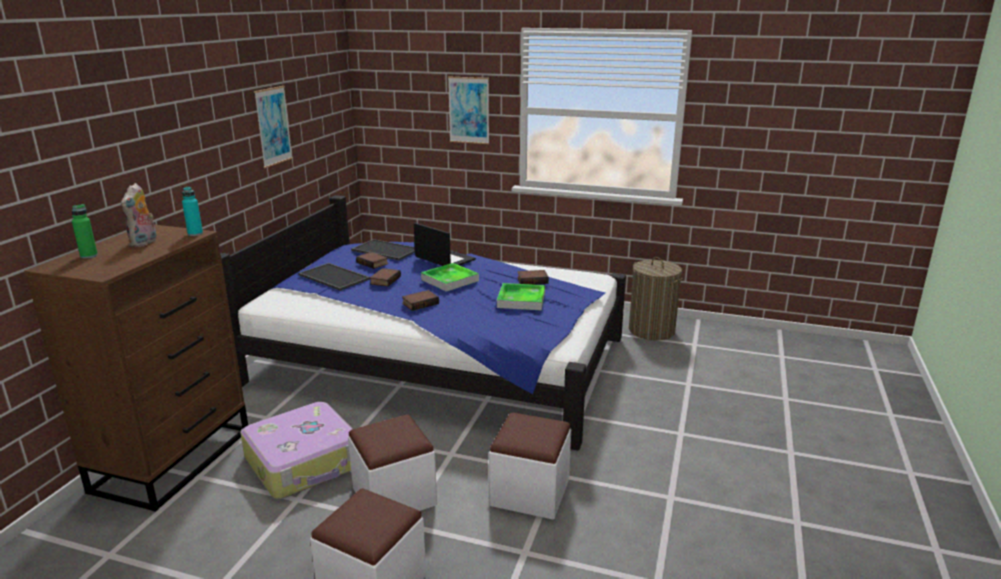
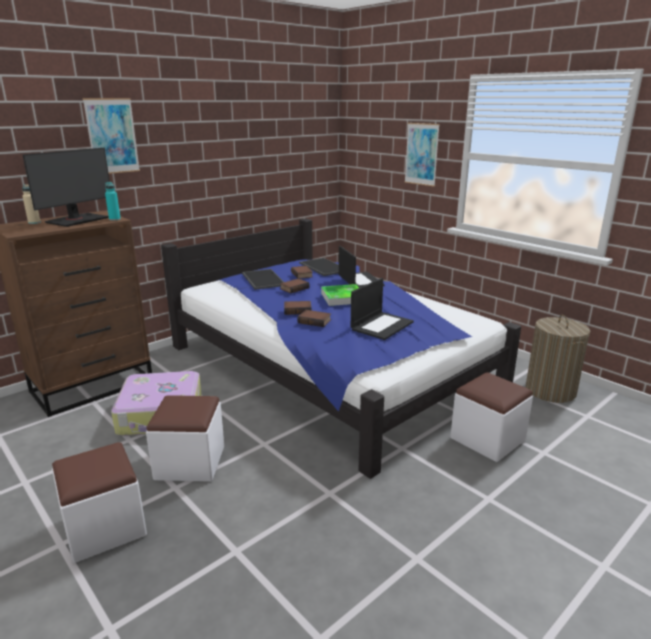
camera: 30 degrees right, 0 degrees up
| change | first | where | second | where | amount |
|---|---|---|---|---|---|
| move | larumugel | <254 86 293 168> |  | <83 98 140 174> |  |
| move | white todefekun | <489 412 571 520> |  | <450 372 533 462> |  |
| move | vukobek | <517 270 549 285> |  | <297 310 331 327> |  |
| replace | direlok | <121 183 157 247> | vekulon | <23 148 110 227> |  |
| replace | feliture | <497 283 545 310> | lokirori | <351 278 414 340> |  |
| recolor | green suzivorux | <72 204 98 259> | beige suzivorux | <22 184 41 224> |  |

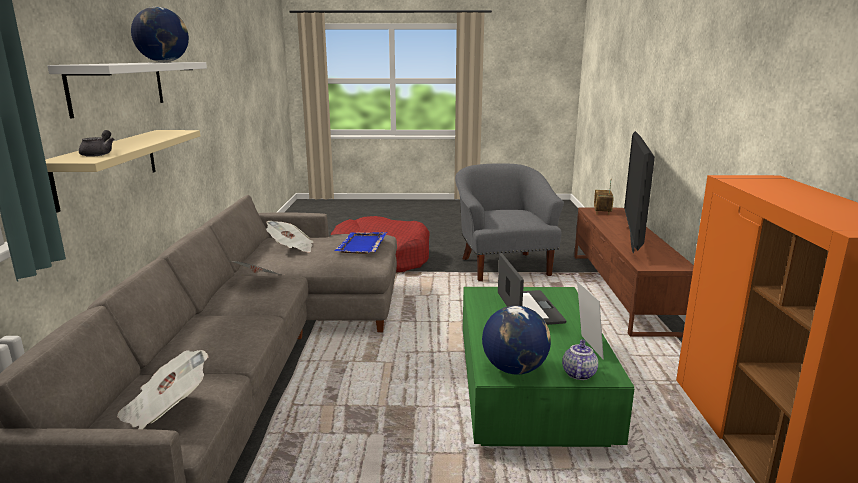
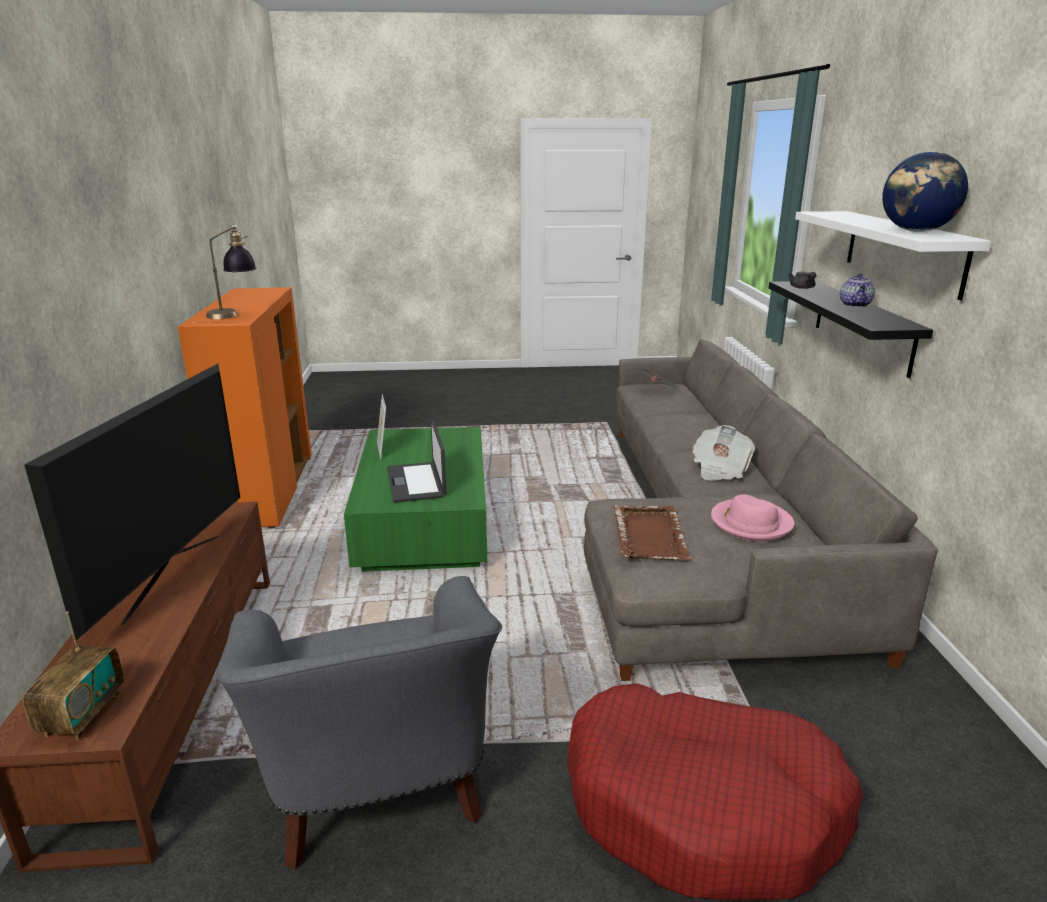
camera: 175 degrees right, 5 degrees up
| change | first | where | second | where | amount |
|---|---|---|---|---|---|
| delete | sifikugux | <482 305 551 375> |  |  |  |
| insert |  |  | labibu | <206 225 257 319> |  |
| move | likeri | <562 339 598 380> |  | <840 273 875 307> |  |
| replace | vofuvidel | <266 221 314 252> | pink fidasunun | <711 495 794 541> |  |
| recolor | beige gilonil | <45 130 200 212> | black gilonil | <769 281 933 378> |  |
| recolor | blue feliture | <334 232 387 254> | brown feliture | <613 505 692 560> |  |

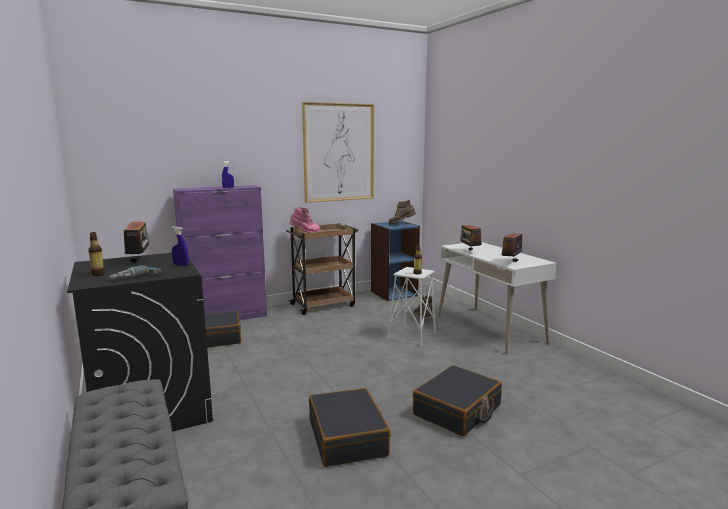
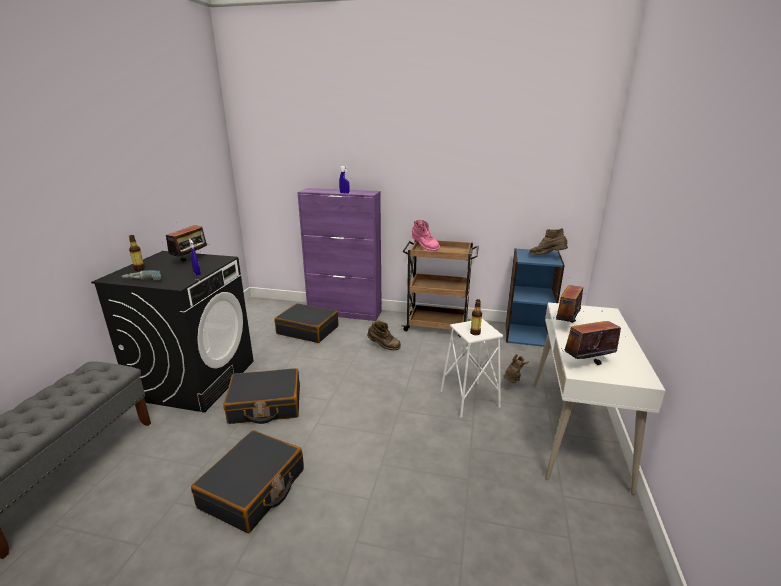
camera: 40 degrees right, 10 degrees up
| change | first | where | second | where | amount |
|---|---|---|---|---|---|
| delete | larumugel | <302 102 374 203> |  |  |  |
| insert |  |  | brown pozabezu | <367 321 401 350> |  |
| move | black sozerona | <413 365 502 436> |  | <223 368 300 424> |  |

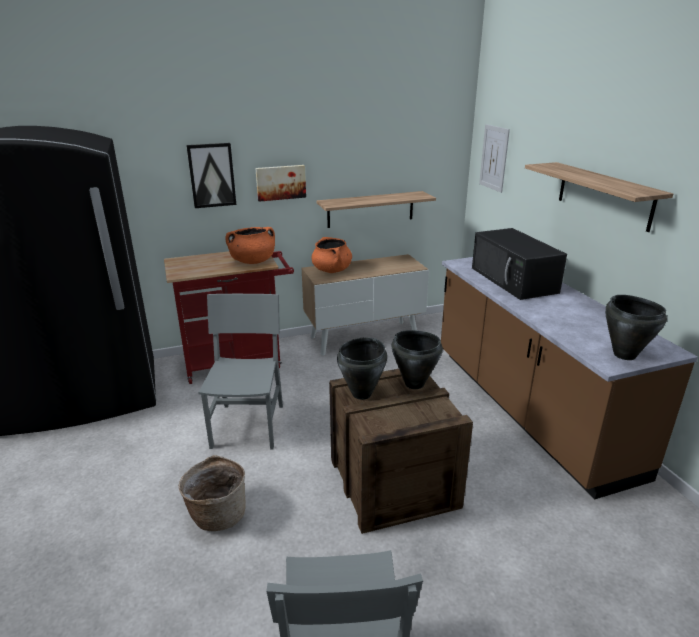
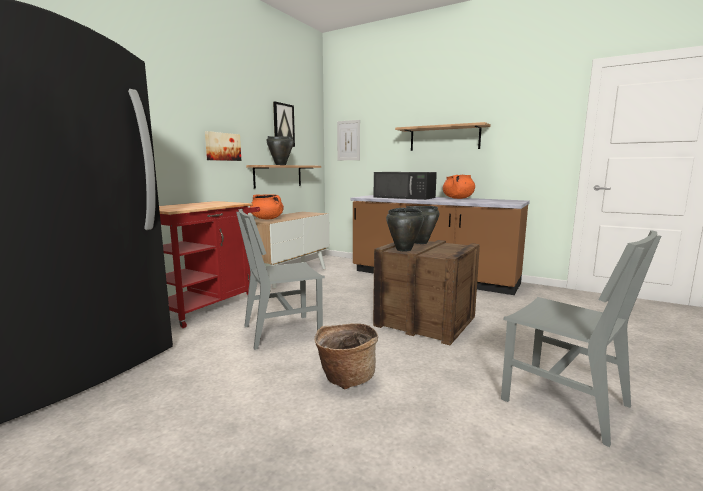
camera: 40 degrees left, 15 degrees down
| change | first | where | second | where | amount |
|---|---|---|---|---|---|
| move | larumugel | <186 143 236 208> |  | <273 102 295 147> |  |
| move | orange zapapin | <225 227 275 264> |  | <443 175 475 199> |  |
| move | black zapapin | <605 295 667 360> |  | <267 136 294 165> |  |
| rotate | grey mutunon | <198 294 283 449> |  | <236 209 325 350> | 75 degrees counterclockwise |

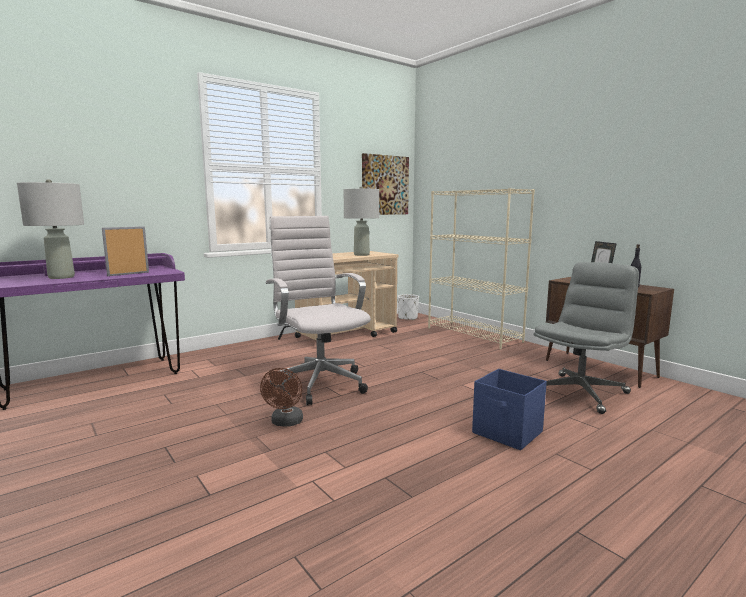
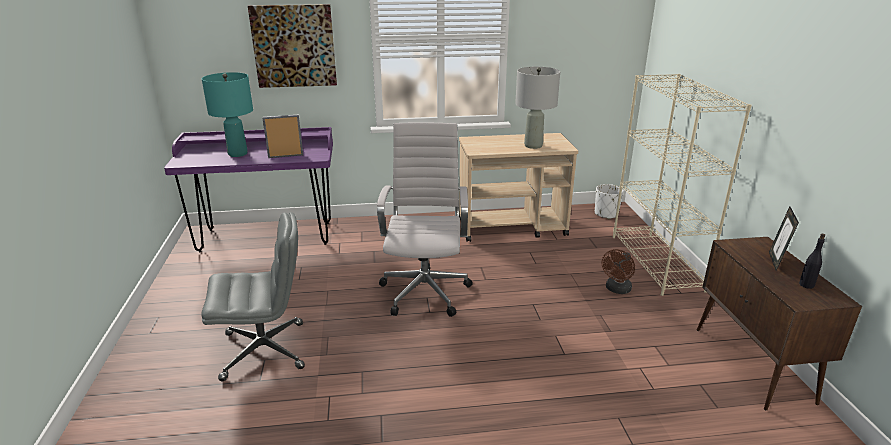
camera: 30 degrees right, 15 degrees up
| change | first | where | second | where | amount |
|---|---|---|---|---|---|
| delete | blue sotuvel | <472 369 547 450> |  |  |  |
| move | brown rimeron | <260 368 303 426> |  | <602 249 635 294> |  |
| move | larumugel | <362 153 409 215> |  | <248 4 337 88> |  |
| move | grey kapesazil | <534 262 639 414> |  | <201 212 305 381> |  |
| recolor | grey labibu | <17 179 84 279> | turquoise labibu | <202 72 253 157> |  |

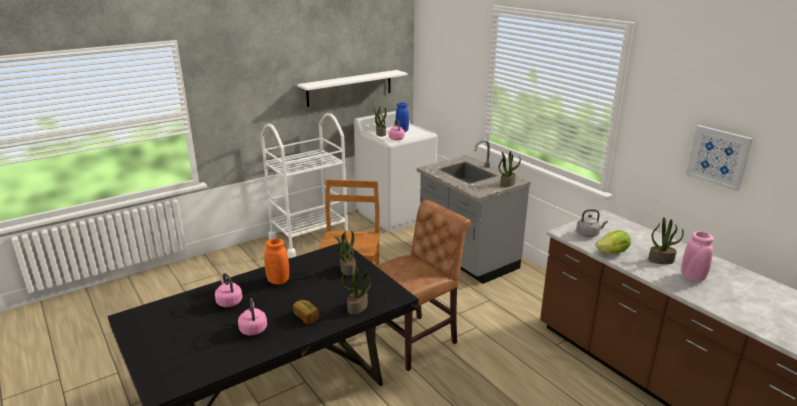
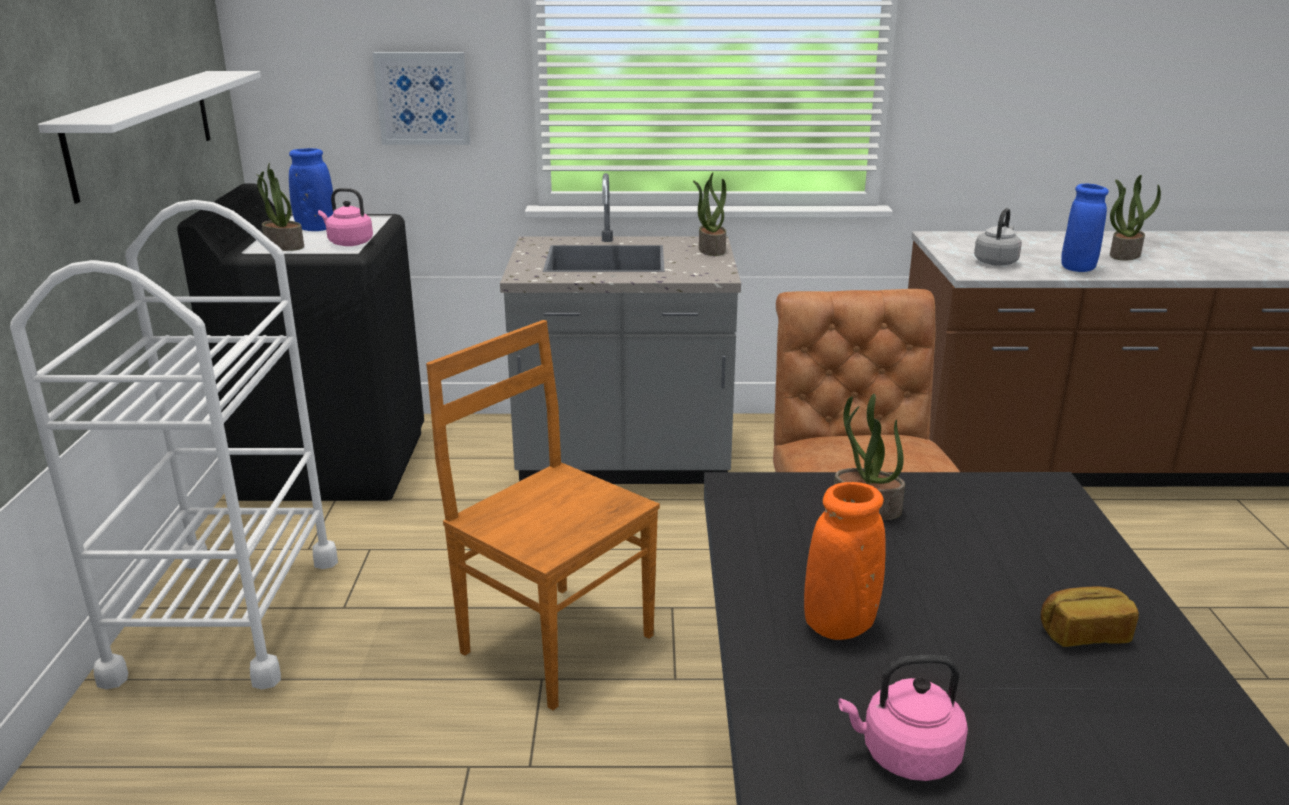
camera: 55 degrees left, 0 degrees up
| change | first | where | second | where | amount |
|---|---|---|---|---|---|
| delete | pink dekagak | <238 298 267 336> |  |  |  |
| delete | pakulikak | <341 266 372 315> |  |  |  |
| delete | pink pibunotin | <682 231 714 281> |  |  |  |
| move | larumugel | <686 125 753 191> |  | <373 52 470 145> |  |
| replace | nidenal | <595 230 631 254> | blue pibunotin | <1061 184 1109 272> |  |
| recolor | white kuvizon | <354 111 438 232> | black kuvizon | <177 184 424 501> |  |

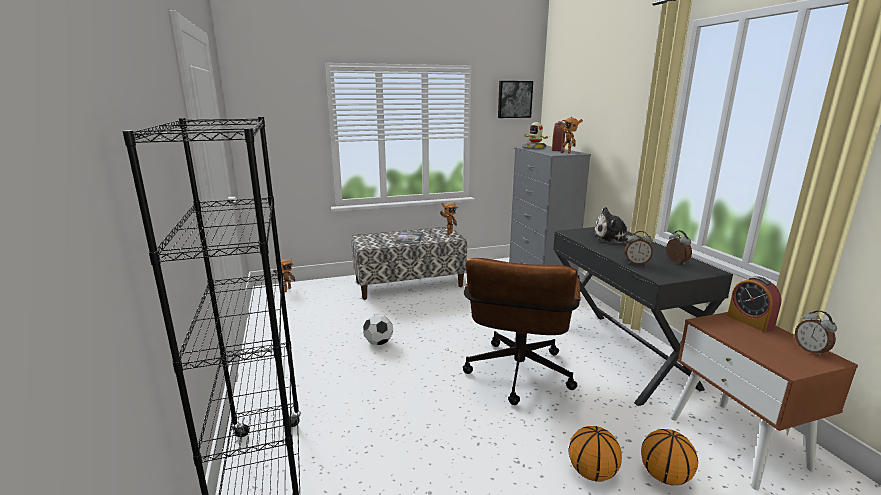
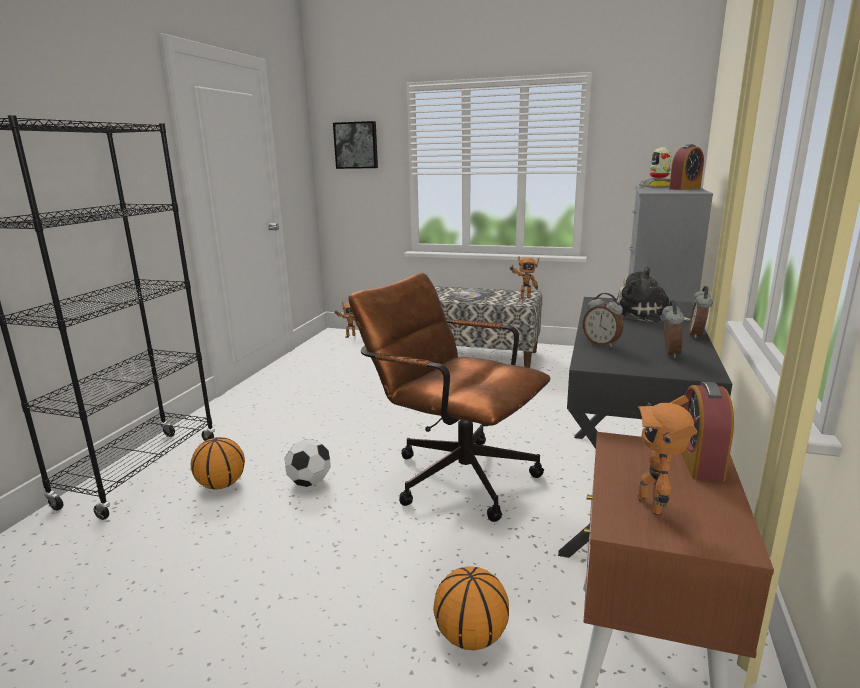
camera: 35 degrees right, 0 degrees up
| change | first | where | second | where | amount |
|---|---|---|---|---|---|
| move | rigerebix | <363 315 393 345> |  | <284 439 331 487> |  |
| move | larumugel | <498 81 533 118> |  | <333 121 378 169> |  |
| move | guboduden | <559 117 583 154> |  | <637 395 697 515> |  |
| move | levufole | <569 426 622 482> |  | <191 437 245 489> |  |
| move | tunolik | <795 311 837 356> |  | <689 286 713 339> |  |
| rotate | brown kapesazil | <463 258 580 405> |  | <348 273 550 522> | 75 degrees clockwise |

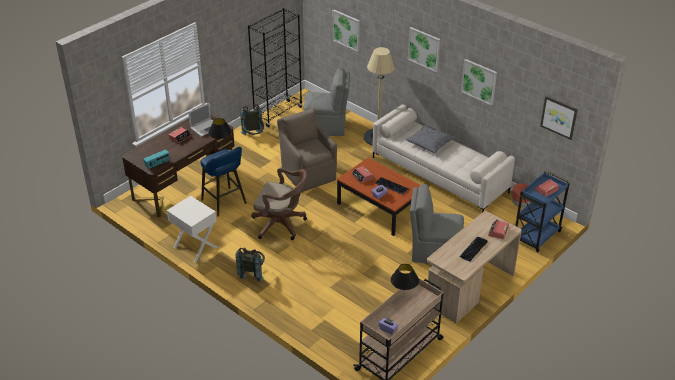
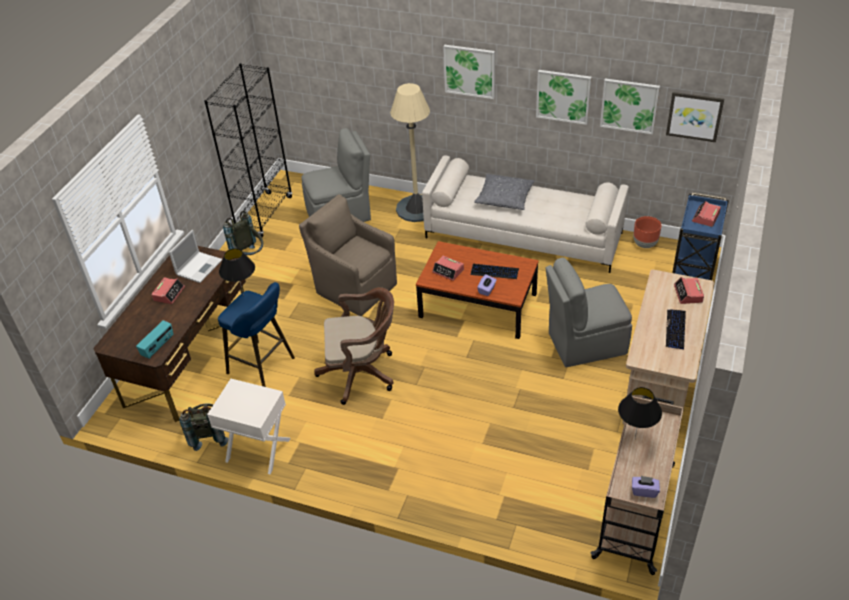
camera: 20 degrees left, 5 degrees up
| change | first | where | second | where | amount |
|---|---|---|---|---|---|
| move | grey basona | <235 248 265 282> |  | <179 403 228 451> |  |
| move | larumugel | <333 10 360 52> |  | <600 78 660 134> |  |

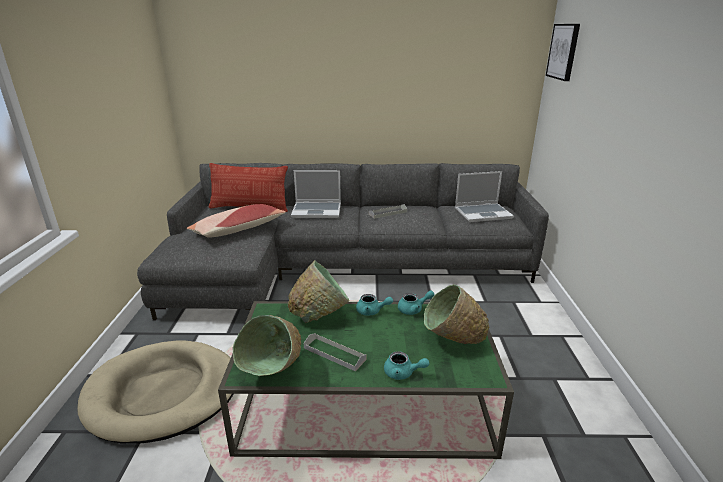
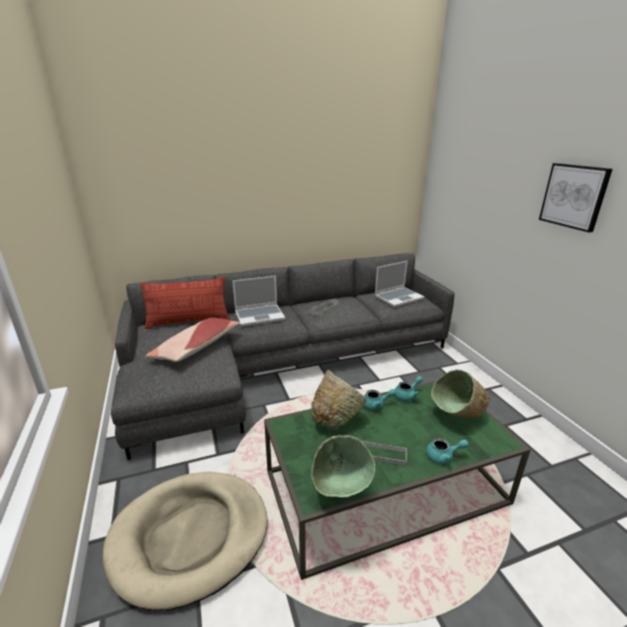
camera: 20 degrees left, 0 degrees up
| change | first | where | second | where | amount |
|---|---|---|---|---|---|
| move | larumugel | <546 24 580 81> |  | <539 163 612 233> |  |

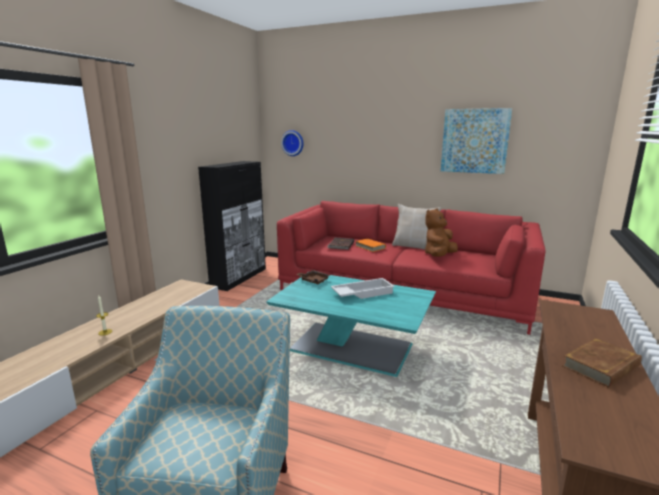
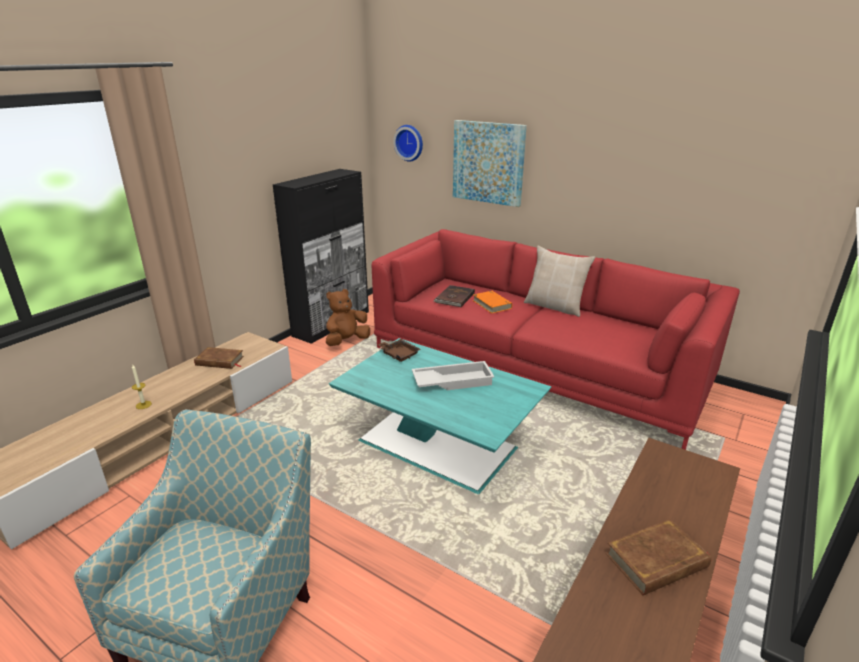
camera: 10 degrees right, 10 degrees up
| change | first | where | second | where | amount |
|---|---|---|---|---|---|
| insert |  |  | brown vukobek | <194 347 244 369> |  |
| move | brown direlok | <425 208 458 257> |  | <326 289 370 346> |  |
| move | larumugel | <441 108 512 174> |  | <453 120 527 207> |  |

